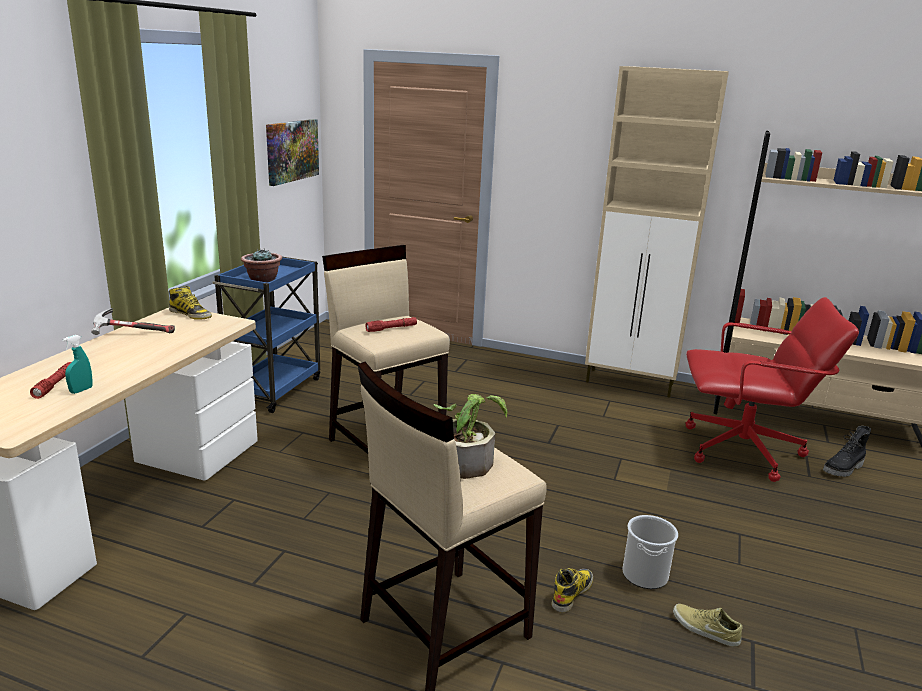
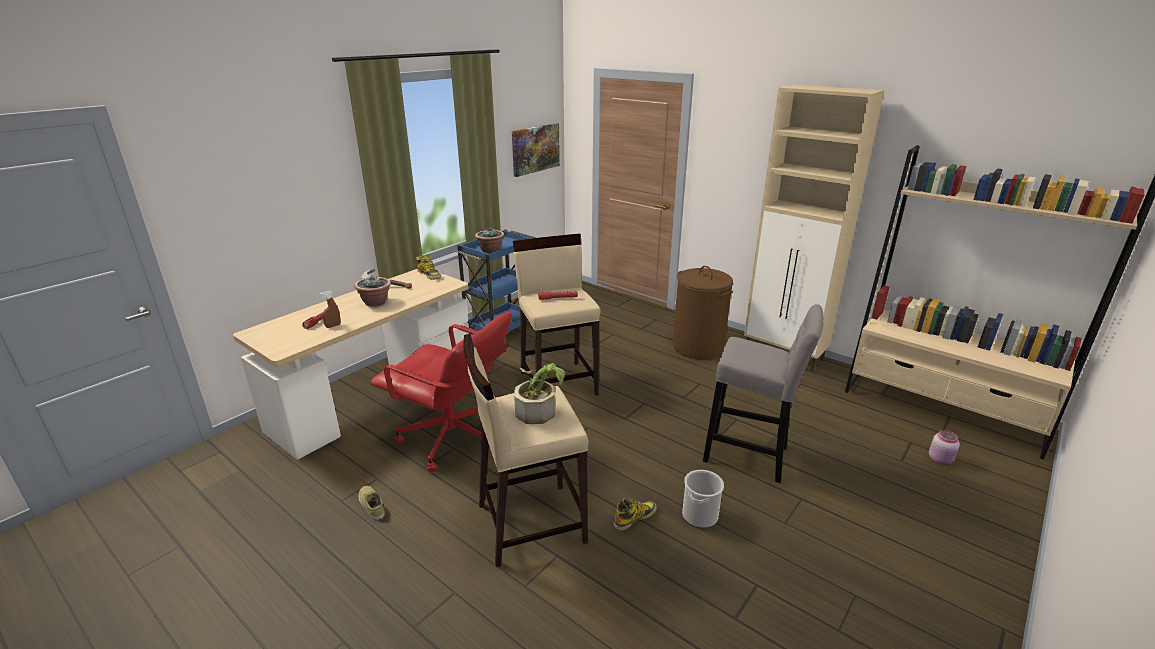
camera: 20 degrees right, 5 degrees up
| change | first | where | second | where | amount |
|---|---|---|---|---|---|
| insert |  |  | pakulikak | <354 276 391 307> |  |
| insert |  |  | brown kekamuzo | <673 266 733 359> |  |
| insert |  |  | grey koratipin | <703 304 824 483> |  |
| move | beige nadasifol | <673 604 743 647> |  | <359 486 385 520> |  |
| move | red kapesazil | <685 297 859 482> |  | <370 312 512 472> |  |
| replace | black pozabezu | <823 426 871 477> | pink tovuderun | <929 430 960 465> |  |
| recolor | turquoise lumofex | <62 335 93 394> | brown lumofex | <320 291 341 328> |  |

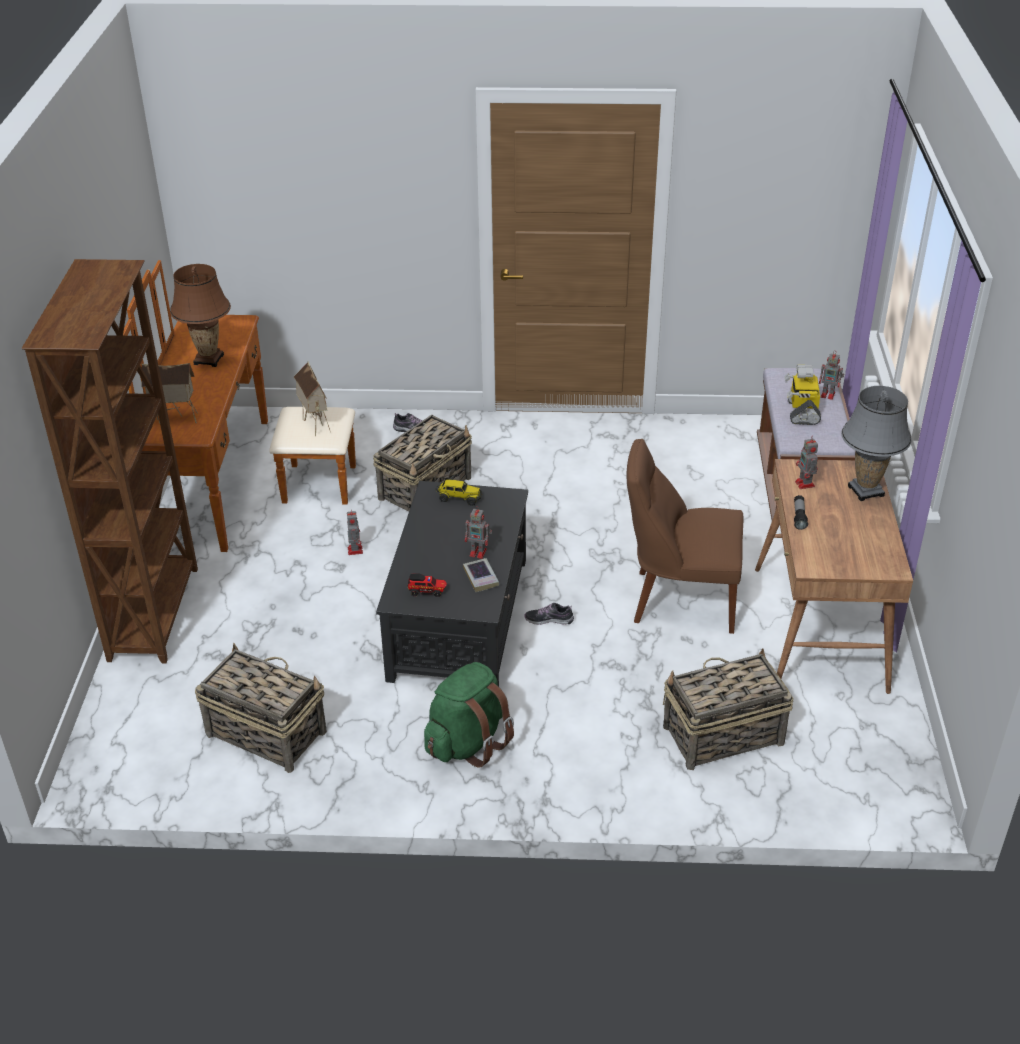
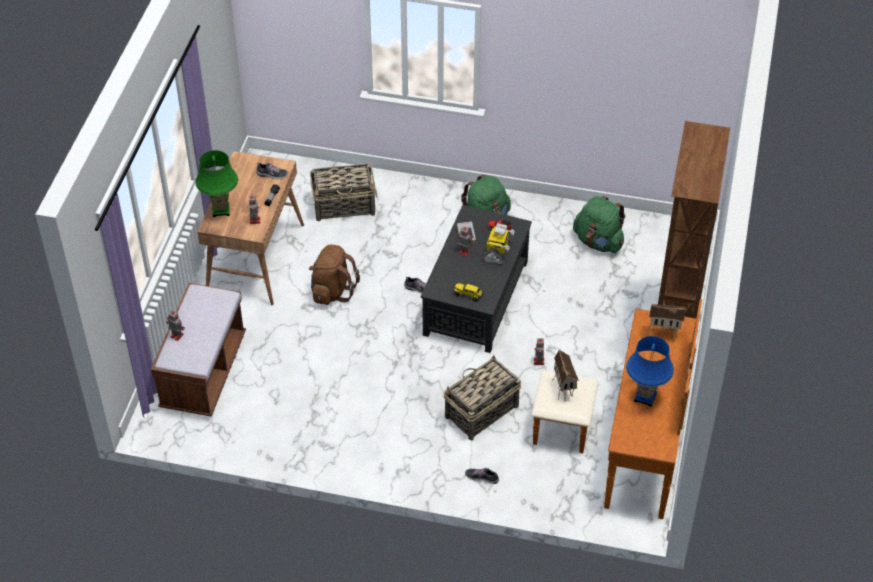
camera: 170 degrees left, 10 degrees up
| change | first | where | second | where | amount |
|---|---|---|---|---|---|
| insert |  |  | nadasifol | <256 163 288 179> |  |
| move | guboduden | <784 364 821 425> |  | <483 223 515 265> |  |
| replace | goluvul | <195 643 327 773> | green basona | <573 196 625 253> |  |
| replace | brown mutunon | <627 439 743 634> | brown basona | <309 245 360 305> |  |
| recolor | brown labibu | <170 264 231 367> | blue labibu | <626 336 674 407> |  |
| recolor | grey labibu | <841 386 912 501> | green labibu | <195 150 238 217> |  |

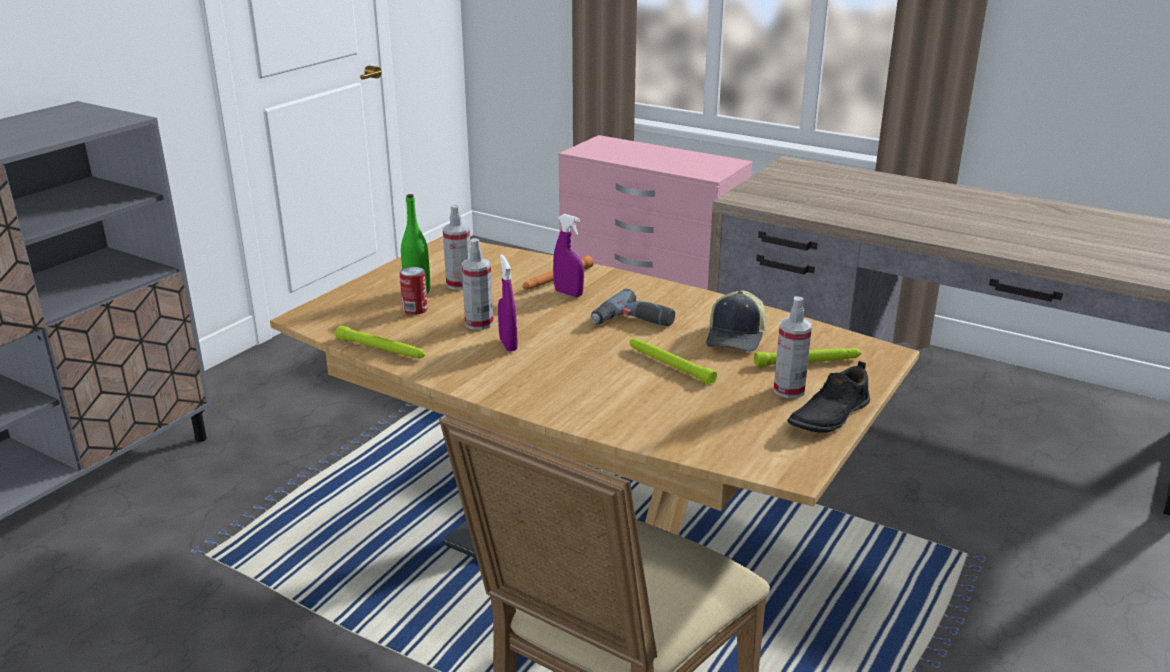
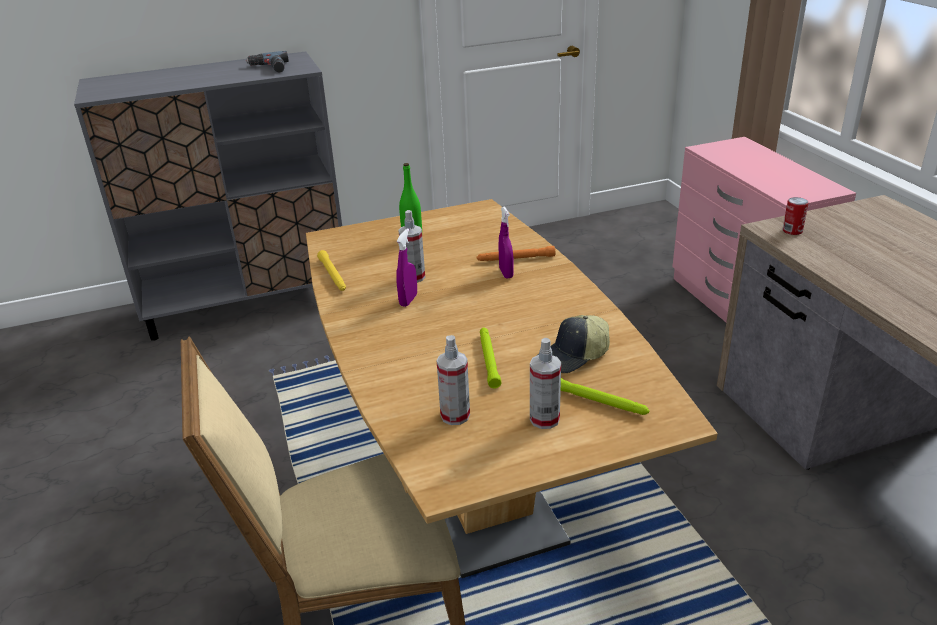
camera: 40 degrees right, 5 degrees up
| change | first | where | second | where | amount |
|---|---|---|---|---|---|
| delete | black nadasifol | <787 361 871 433> |  |  |  |
| move | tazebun | <400 267 428 315> |  | <782 197 809 235> |  |
| move | lumofex | <443 205 471 290> |  | <437 335 470 425> |  |
| move | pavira | <591 289 675 326> |  | <246 51 289 72> |  |
| recolor | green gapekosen | <335 326 426 358> | yellow gapekosen | <317 250 346 291> |  |

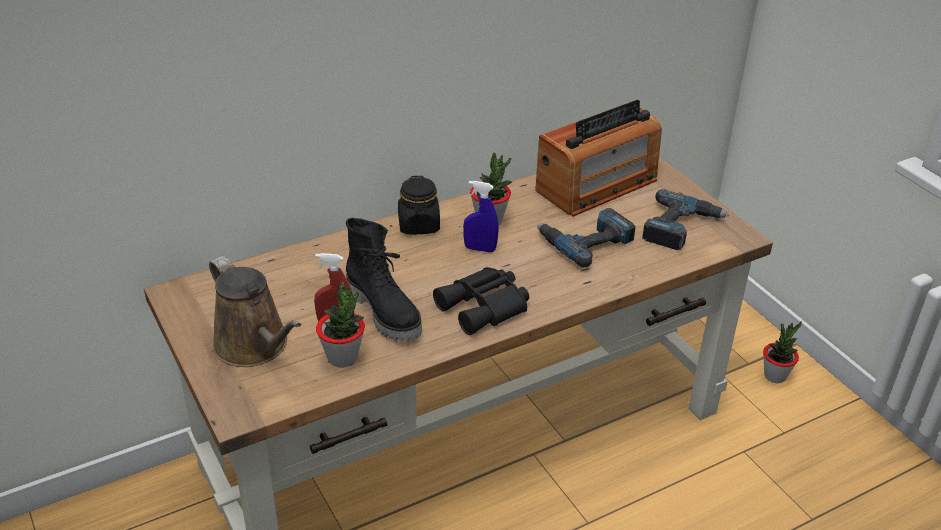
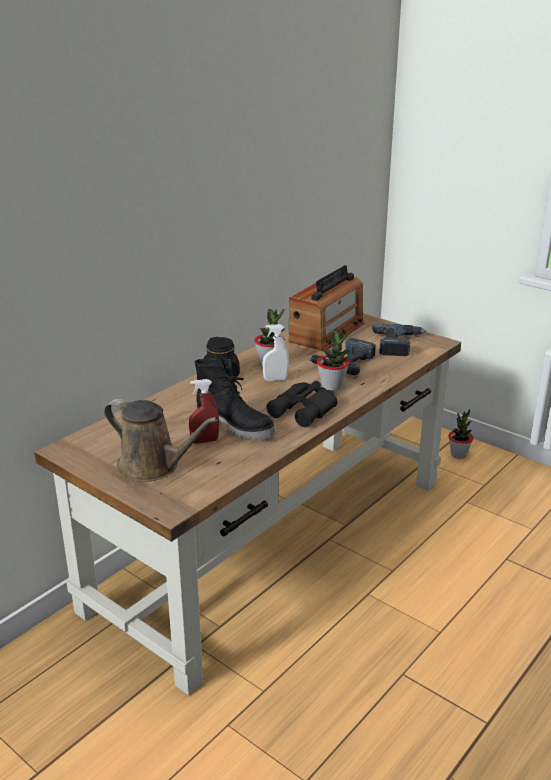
camera: 20 degrees left, 10 degrees down
| change | first | where | second | where | amount |
|---|---|---|---|---|---|
| move | pakulikak | <316 282 365 367> |  | <317 329 350 391> |  |
| recolor | blue lumofex | <463 181 498 253> | white lumofex | <262 324 289 381> |  |

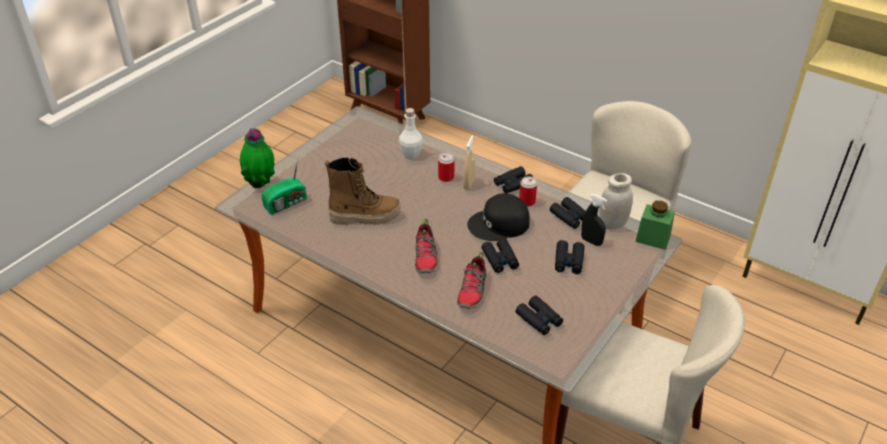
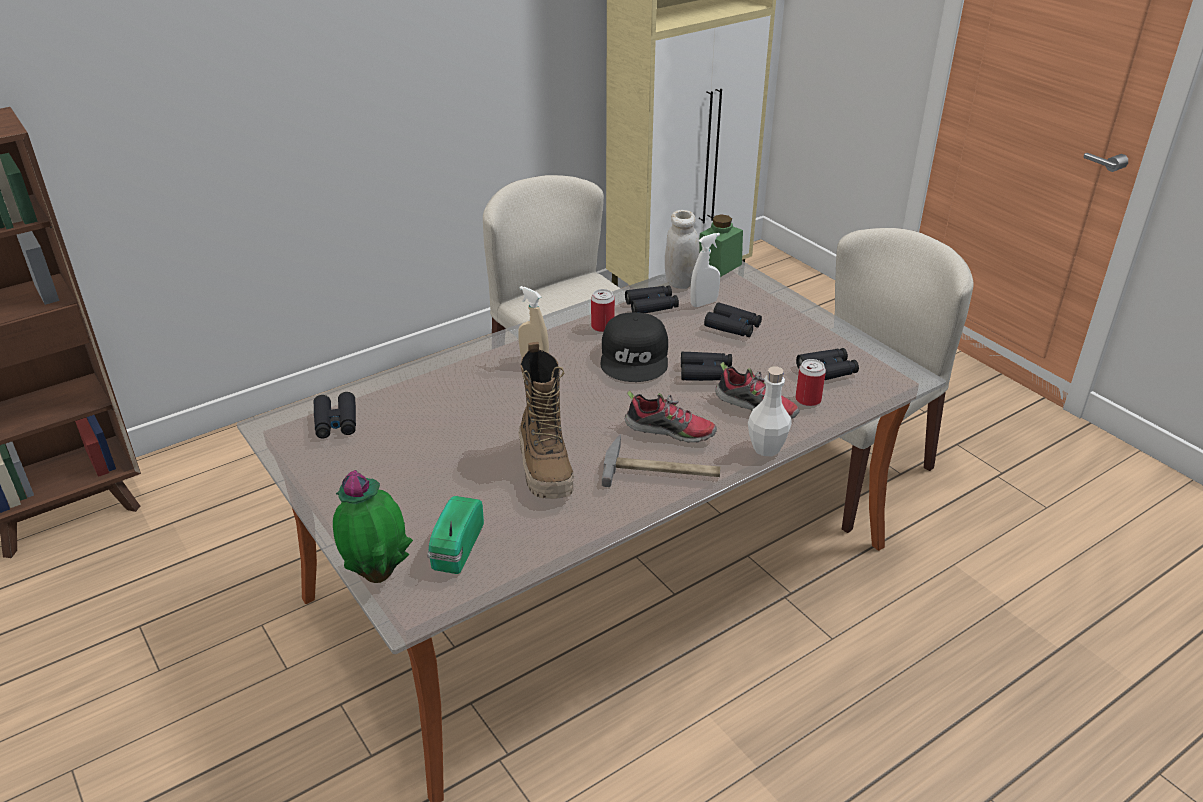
camera: 70 degrees left, 5 degrees down
| change | first | where | second | where | amount |
|---|---|---|---|---|---|
| insert |  |  | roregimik | <602 434 721 487> |  |
| move | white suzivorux | <399 108 423 159> |  | <748 366 792 456> |  |
| move | tazebun | <438 153 454 182> |  | <795 359 826 406> |  |
| move | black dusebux | <494 166 534 193> |  | <314 392 356 438> |  |
| recolor | black lumofex | <581 194 607 246> | white lumofex | <690 233 720 307> |  |
| rotate | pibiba | <261 159 307 214> |  | <427 496 484 574> | 150 degrees counterclockwise |
| rotate | pozabezu | <325 157 401 225> |  | <519 342 574 499> | 150 degrees clockwise |

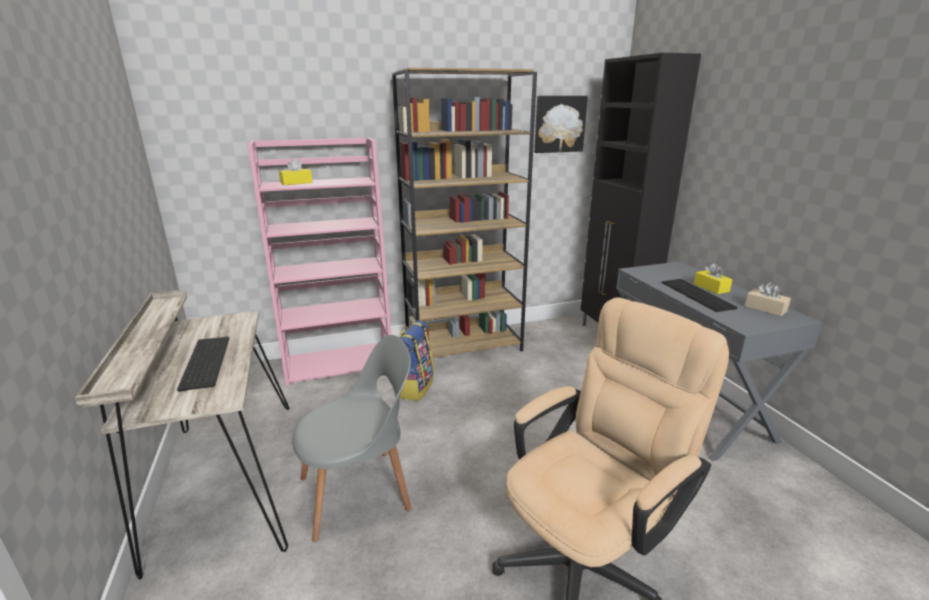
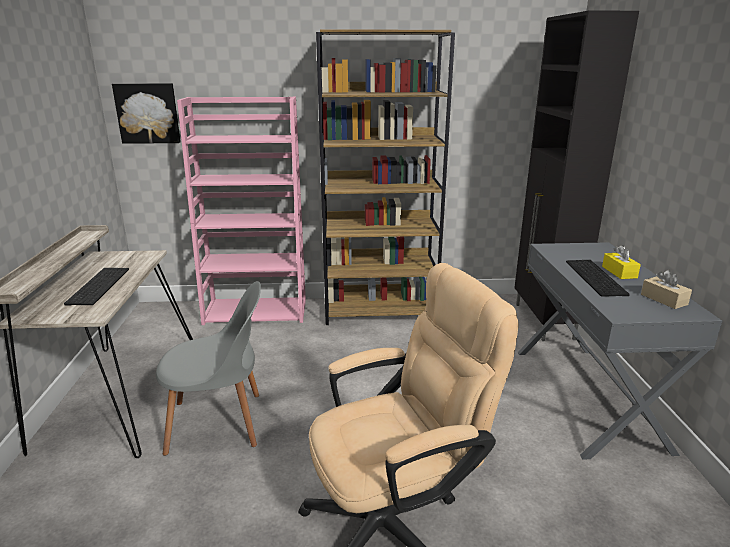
camera: 15 degrees right, 0 degrees up
| change | first | where | second | where | amount |
|---|---|---|---|---|---|
| delete | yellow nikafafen | <279 158 313 185> |  |  |  |
| delete | basona | <394 320 434 401> |  |  |  |
| move | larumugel | <534 96 588 153> |  | <112 83 181 144> |  |

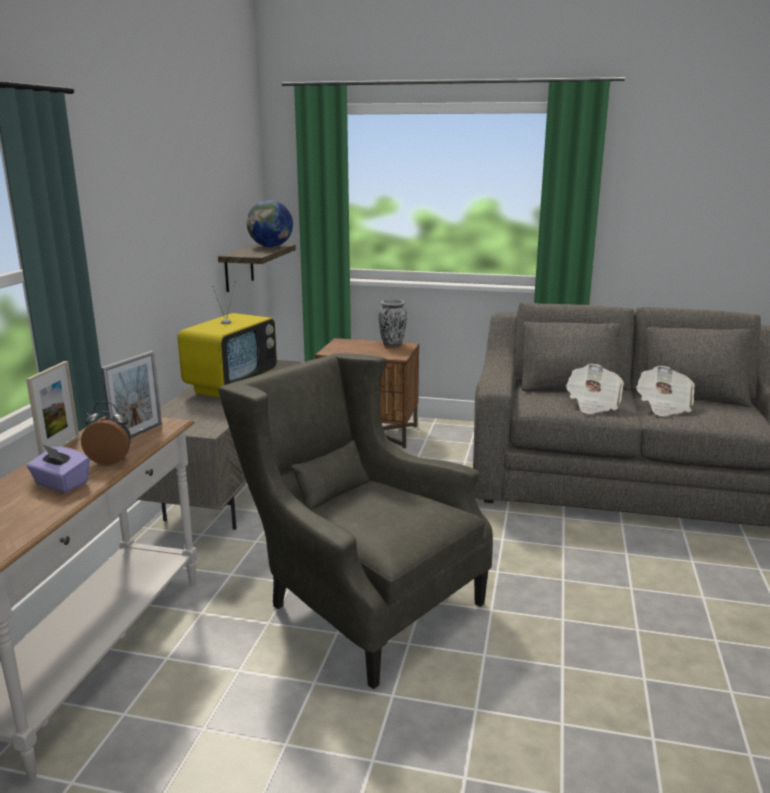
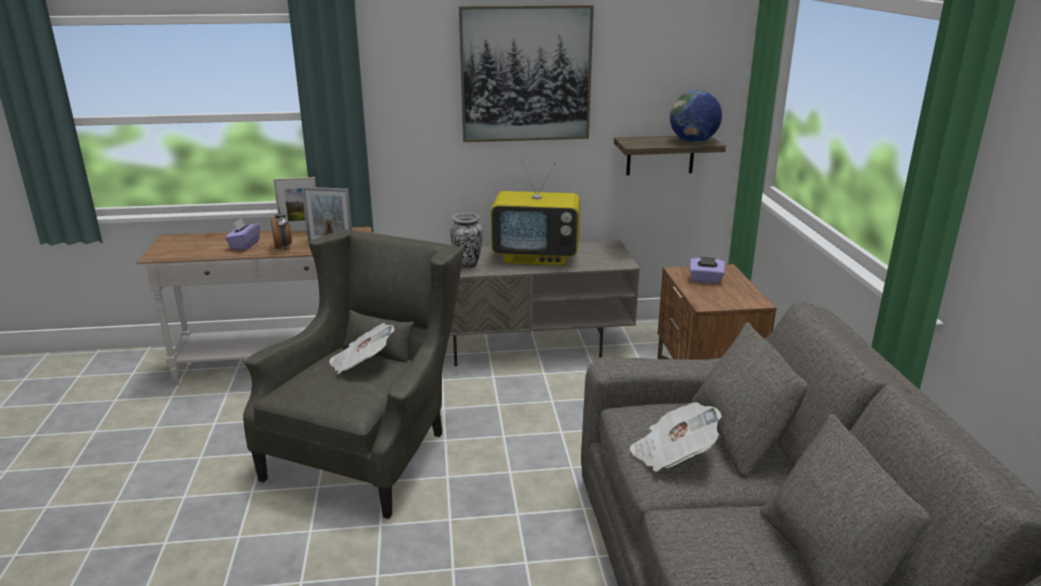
camera: 70 degrees right, 5 degrees up
| change | first | where | second | where | amount |
|---|---|---|---|---|---|
| insert |  |  | larumugel | <459 5 594 142> |  |
| insert |  |  | purple nikafafen | <690 256 725 284> |  |
| move | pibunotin | <378 299 407 347> |  | <450 213 483 268> |  |
| move | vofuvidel | <636 366 695 416> |  | <329 323 394 374> |  |

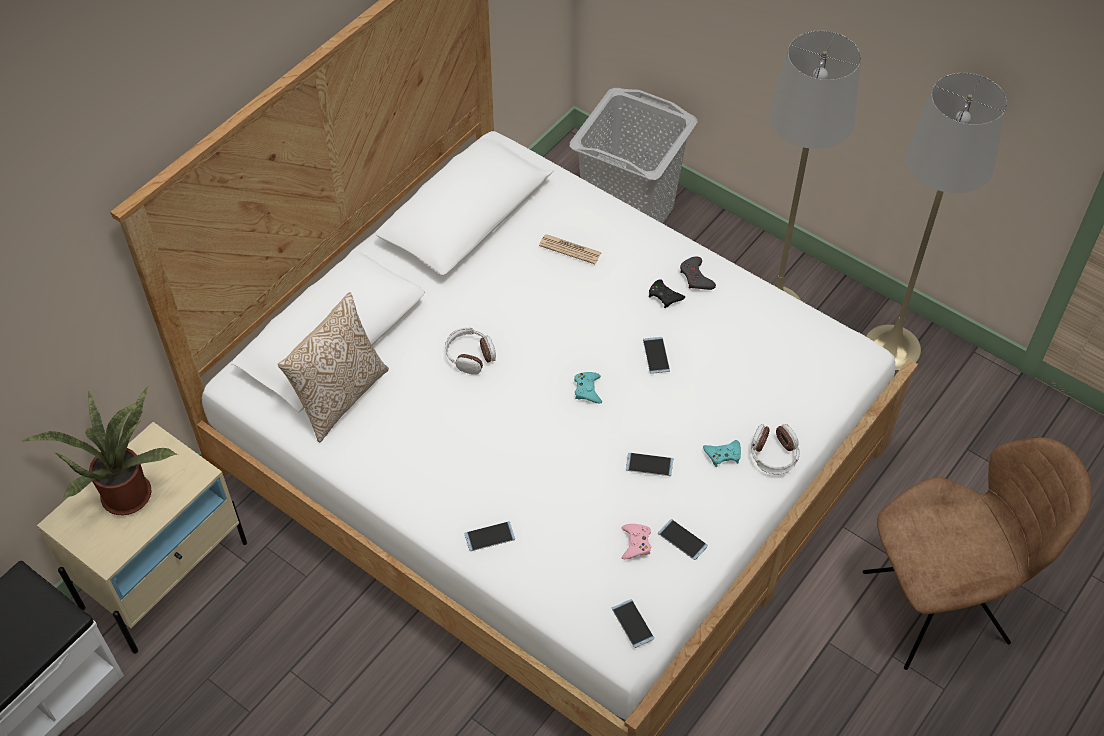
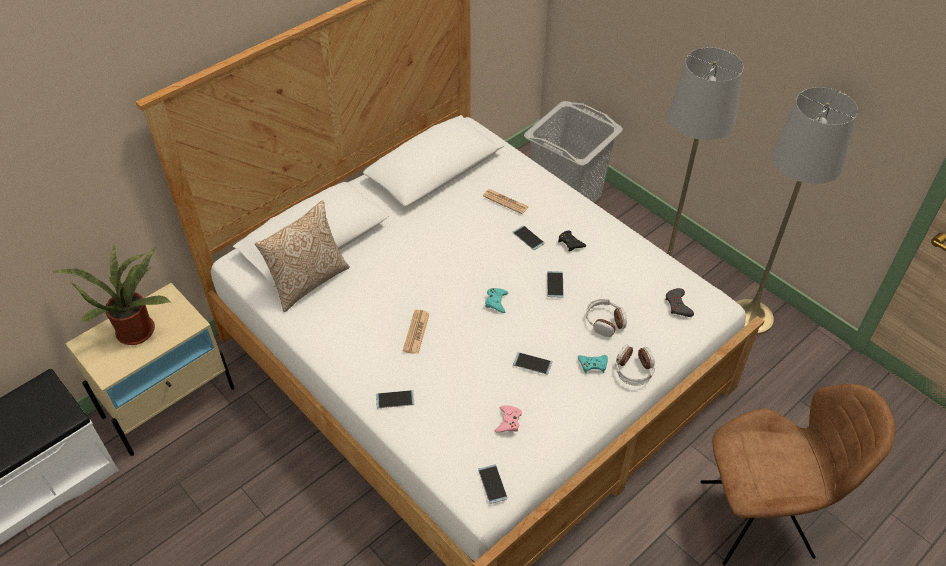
camera: 10 degrees right, 5 degrees down
| change | first | where | second | where | amount |
|---|---|---|---|---|---|
| insert |  |  | vofuvidel | <403 310 430 354> |  |
| move | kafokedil | <446 327 496 375> |  | <586 299 627 337> |  |
| move | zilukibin | <658 519 708 560> |  | <513 225 545 250> |  |
| move | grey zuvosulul | <680 256 716 290> |  | <665 288 694 317> |  |

